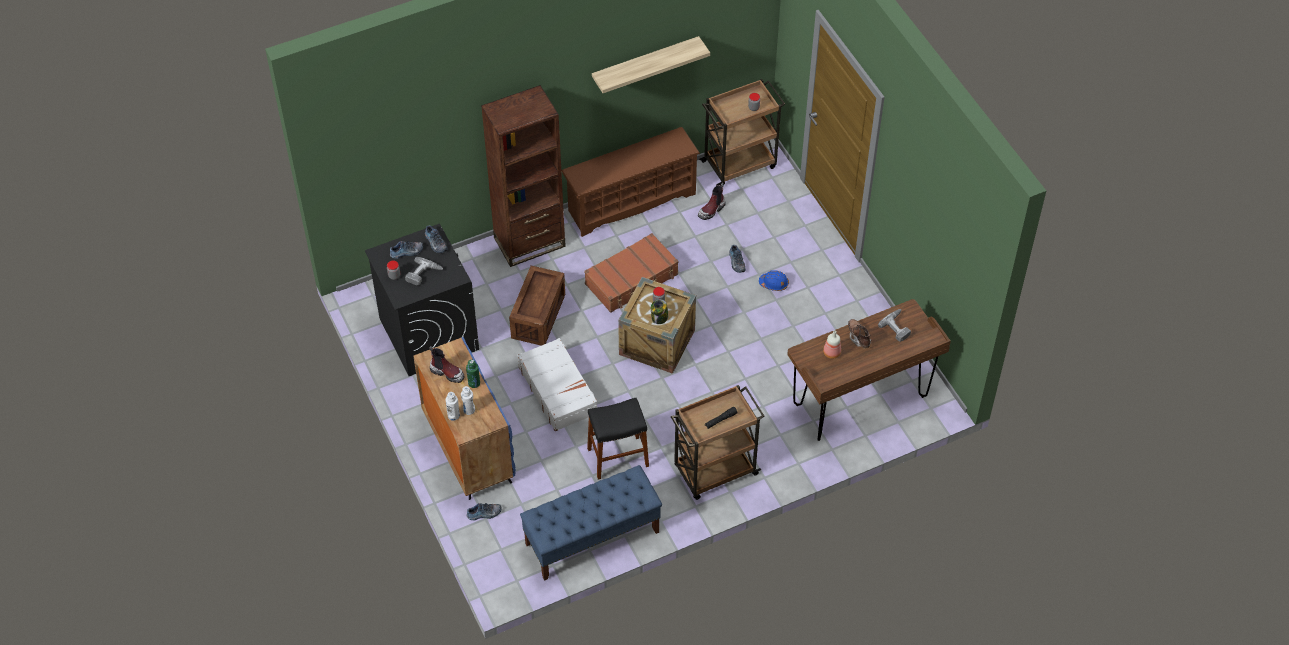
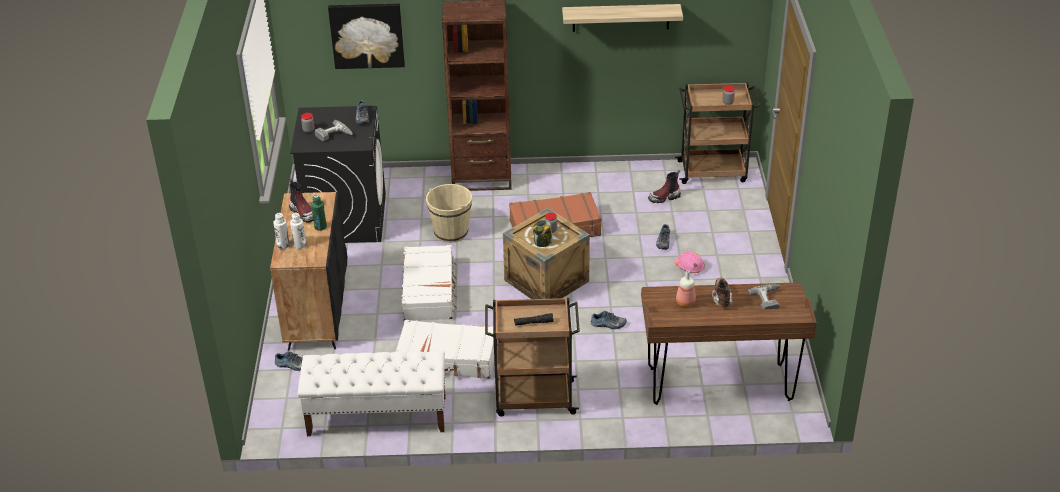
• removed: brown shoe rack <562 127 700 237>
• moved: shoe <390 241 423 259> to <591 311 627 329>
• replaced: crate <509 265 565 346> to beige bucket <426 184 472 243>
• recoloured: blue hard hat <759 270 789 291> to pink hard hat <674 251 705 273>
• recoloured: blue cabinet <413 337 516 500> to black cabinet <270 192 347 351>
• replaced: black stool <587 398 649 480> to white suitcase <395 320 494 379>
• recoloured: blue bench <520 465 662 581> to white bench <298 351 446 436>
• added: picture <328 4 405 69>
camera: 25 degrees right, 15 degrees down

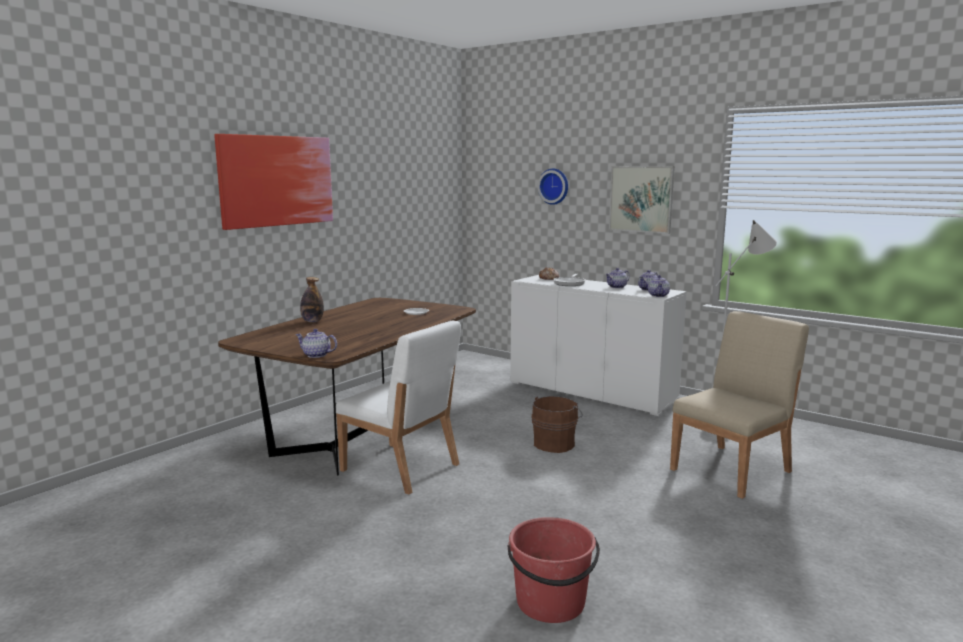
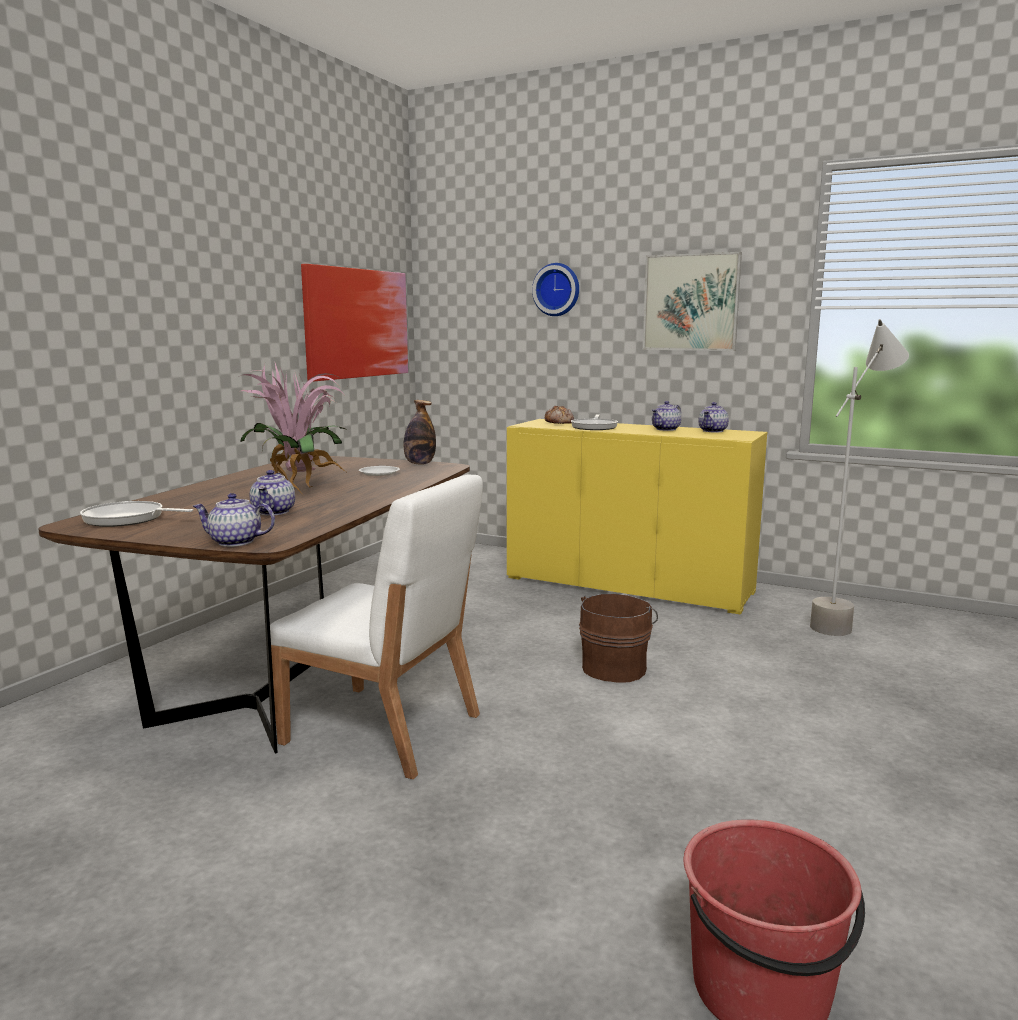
• moved: picture <214 134 333 230> to <301 264 408 382>
• recoloured: white cabinet <510 275 687 416> to yellow cabinet <507 419 767 615>
• moved: teapot <648 275 670 297> to <250 470 295 515>
• moved: bottle <300 277 324 322> to <404 400 436 464>
• removed: beige chair <670 311 809 499>
• added: potted plant <238 363 346 495>
• added: frying pan <80 501 193 527>
camera: 10 degrees left, 0 degrees up

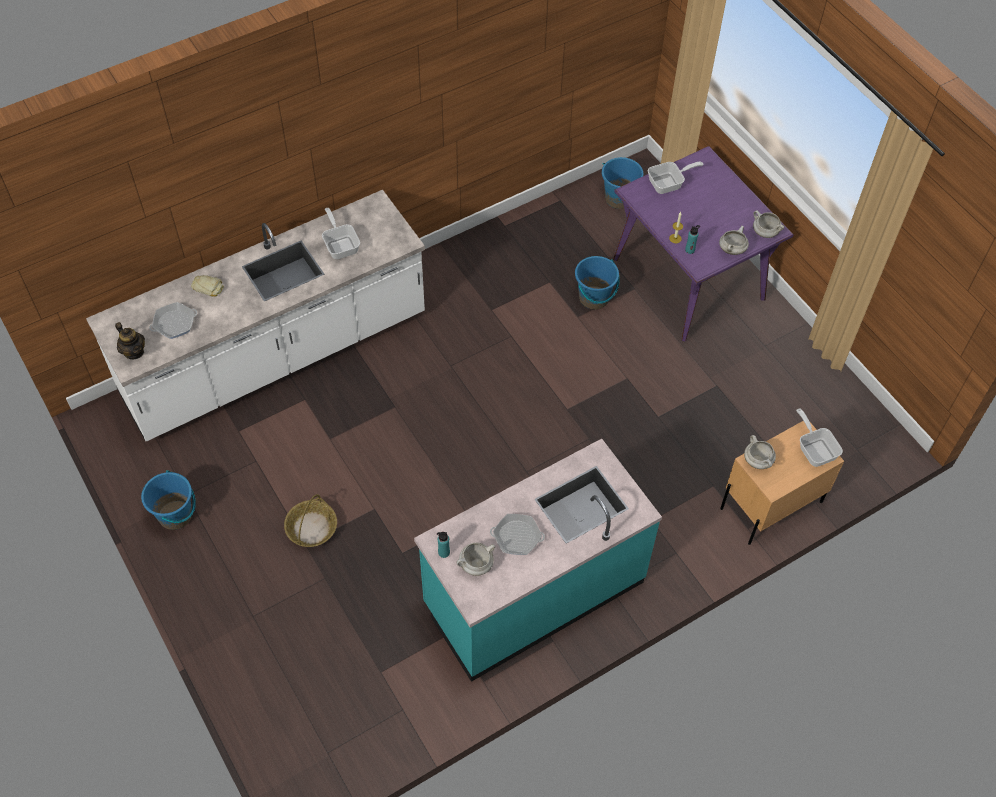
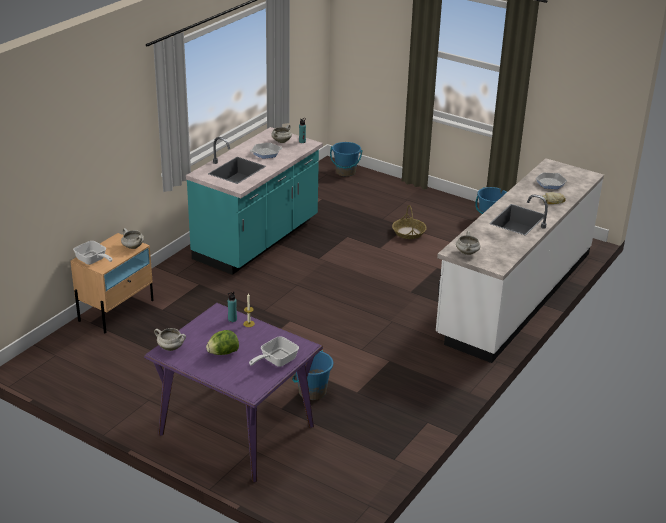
• moved: blue bucket <602 157 643 209> to <330 142 363 177>
• removed: frying pan <322 208 360 259>
• moved: white cooking pot <719 226 749 255> to <456 231 480 255>
• removed: teapot <115 322 145 359>
• added: lettuce <206 330 239 355>
camera: 155 degrees right, 25 degrees down

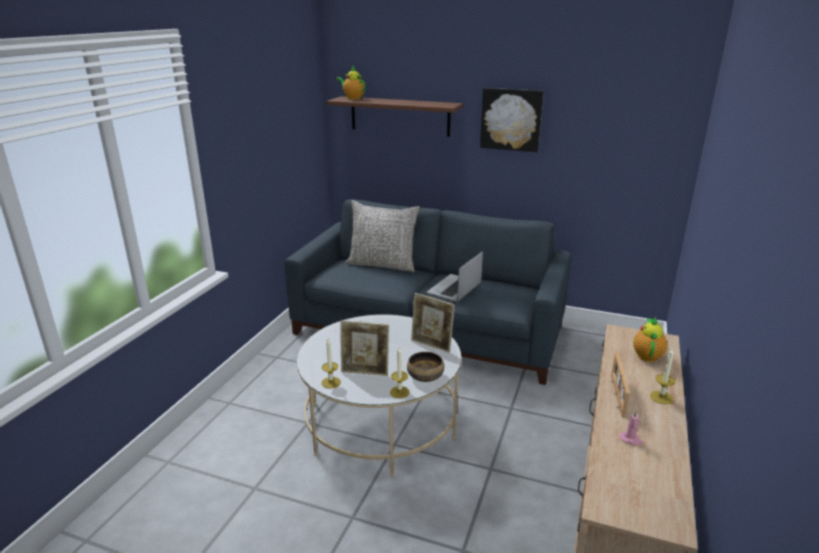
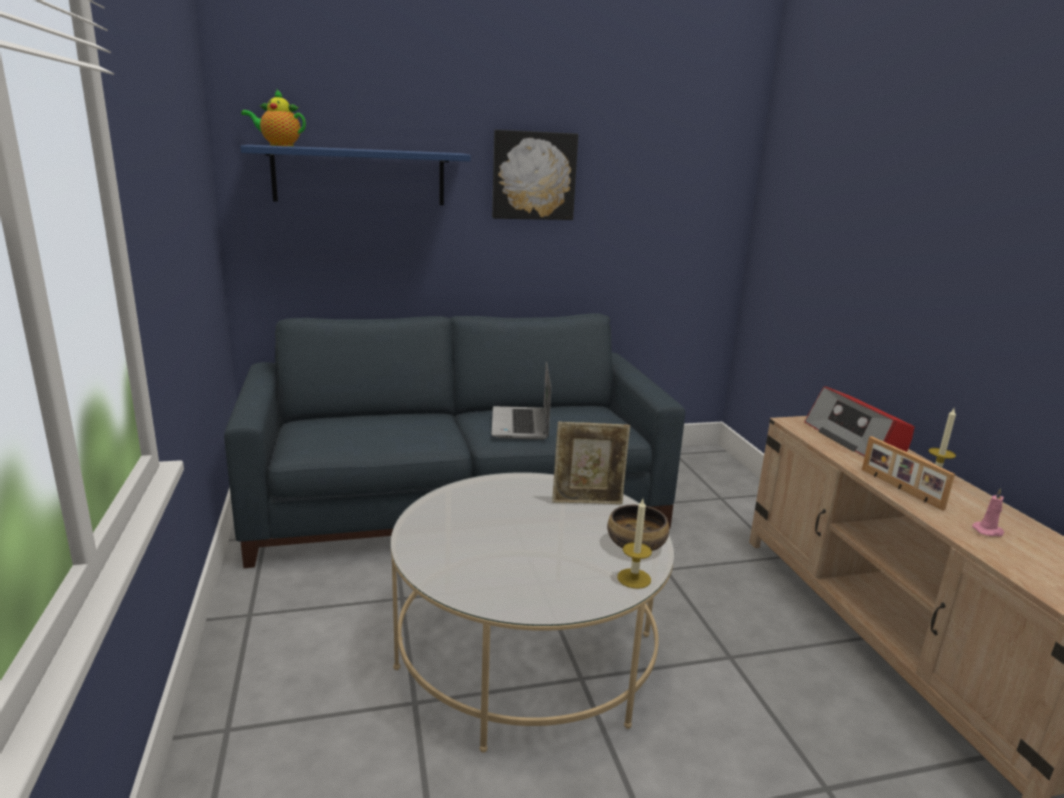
• recoloured: brown shelf <327 96 463 137> to blue shelf <240 145 471 205>
• removed: grey pillow <345 200 420 272>
• replaced: teapot <633 317 667 362> to radio <805 386 914 457>
• removed: picture frame <340 320 389 376>
• removed: candle <321 339 341 389>
camera: 35 degrees left, 5 degrees down

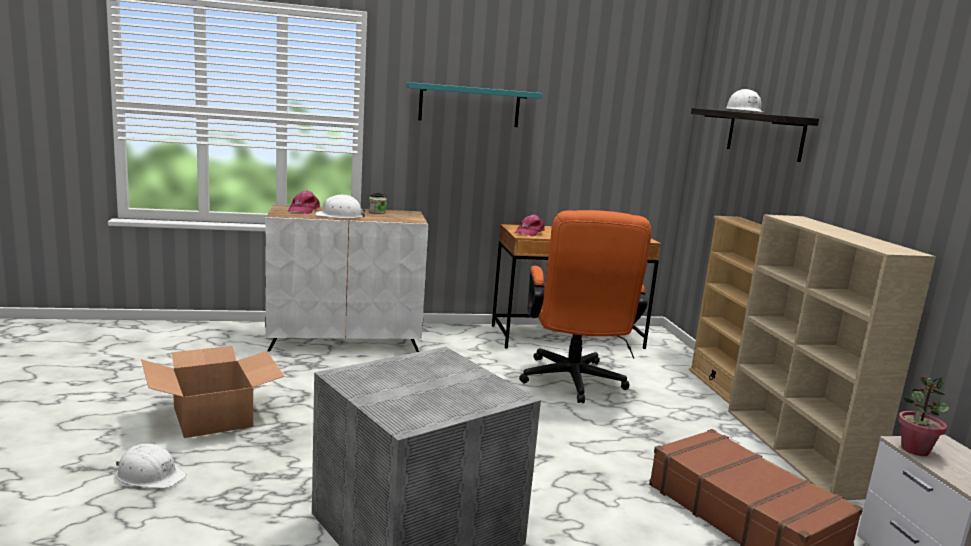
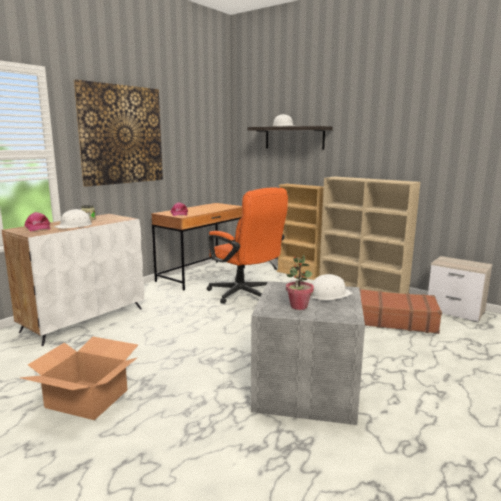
• replaced: turquoise shelf <406 82 543 127> to picture <74 79 163 187>
• moved: potted plant <898 376 949 456> to <286 255 314 310>
• moved: white hard hat <116 444 187 489> to <310 274 353 300>
camera: 40 degrees left, 0 degrees up

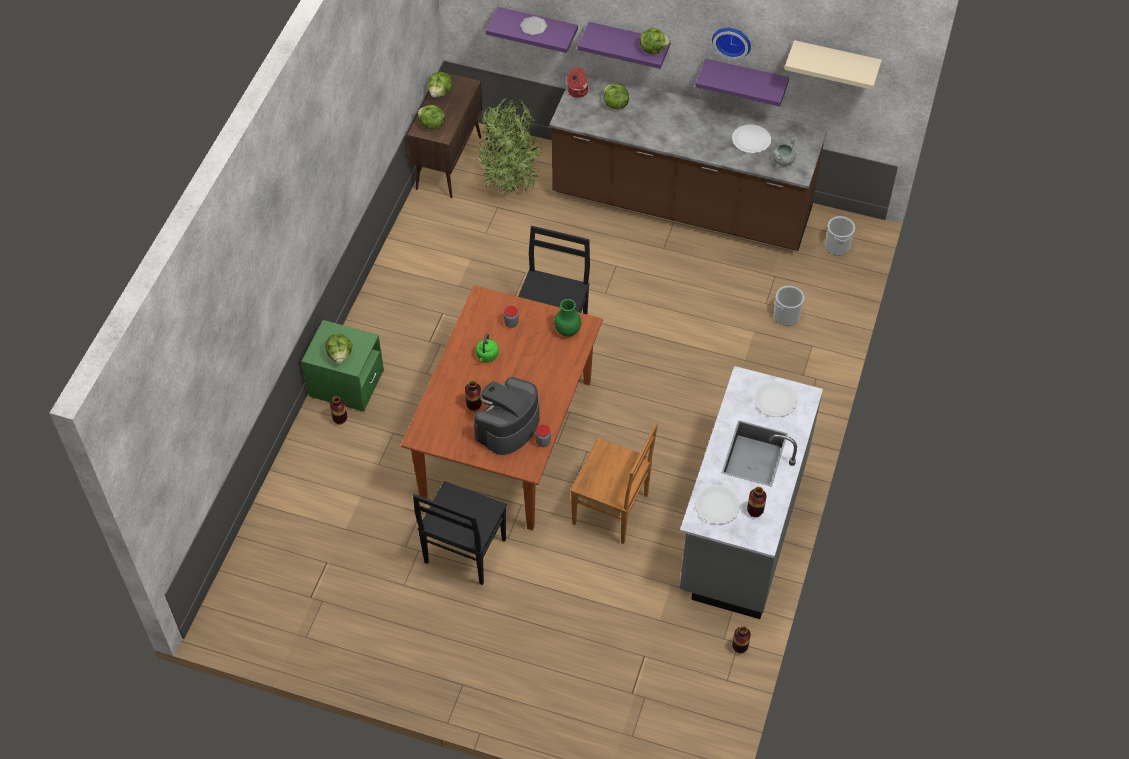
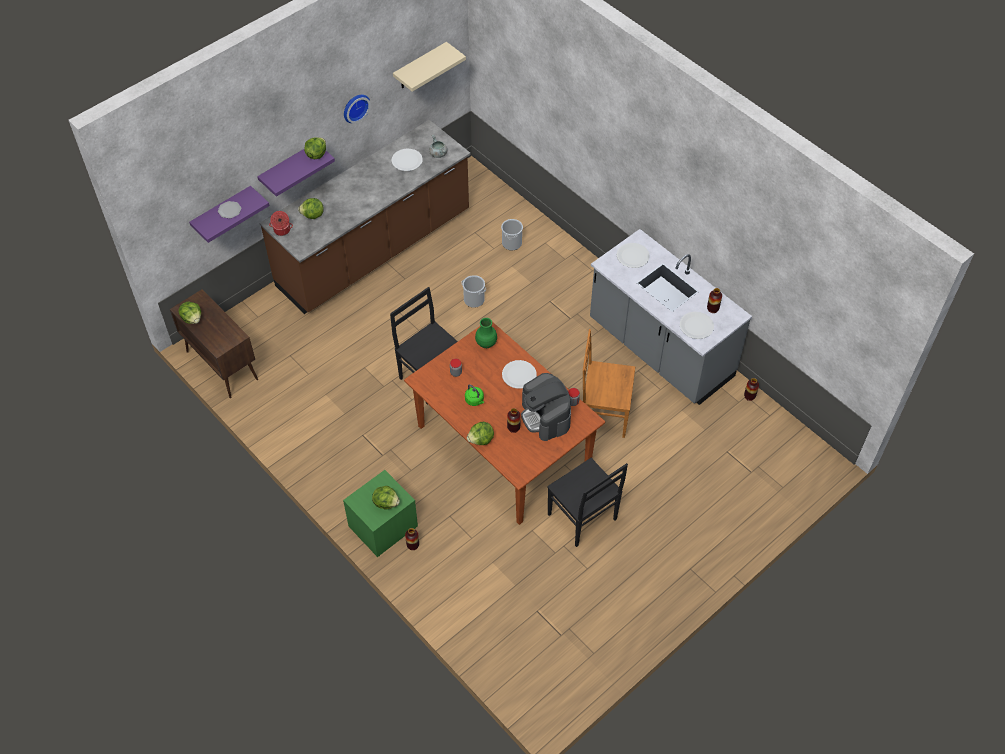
• removed: purple shelf <695 58 789 107>
• removed: potted plant <476 98 542 195>
• moved: lettuce <418 105 445 129> to <467 422 494 445>
• moved: bucket <825 216 855 256> to <462 275 486 308>
• turned: brown chair <570 422 658 544> = <583 329 635 438> 135 degrees counterclockwise
• added: white plate <502 360 537 389>
camera: 60 degrees left, 0 degrees up

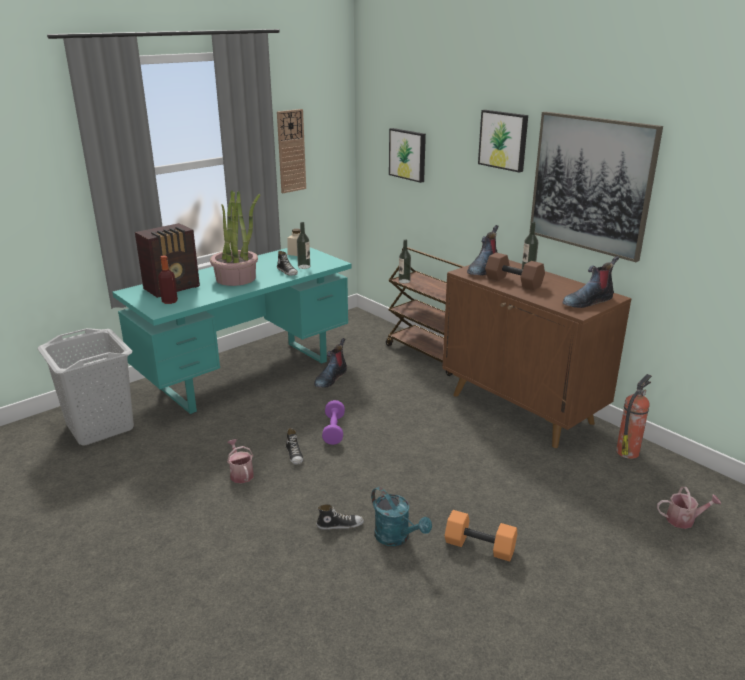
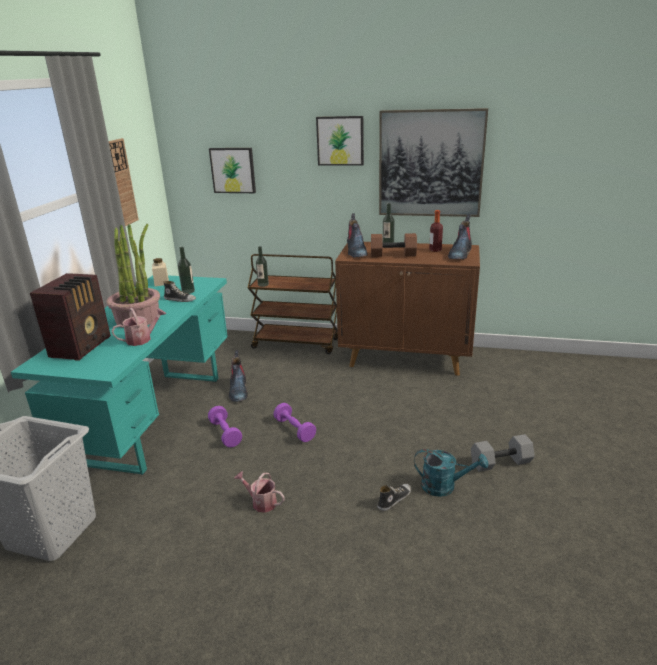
• moved: bottle <158 255 178 304> to <429 210 443 252>
• removed: fire extinguisher <616 374 652 459>
• removed: shoe <286 428 303 465>
• moved: watering can <657 487 721 529> to <112 308 166 346>
• recoloured: orange dumbbell <445 510 517 562> to grey dumbbell <471 434 535 472>
• added: purple dumbbell <208 406 242 447>
camera: 35 degrees left, 0 degrees up

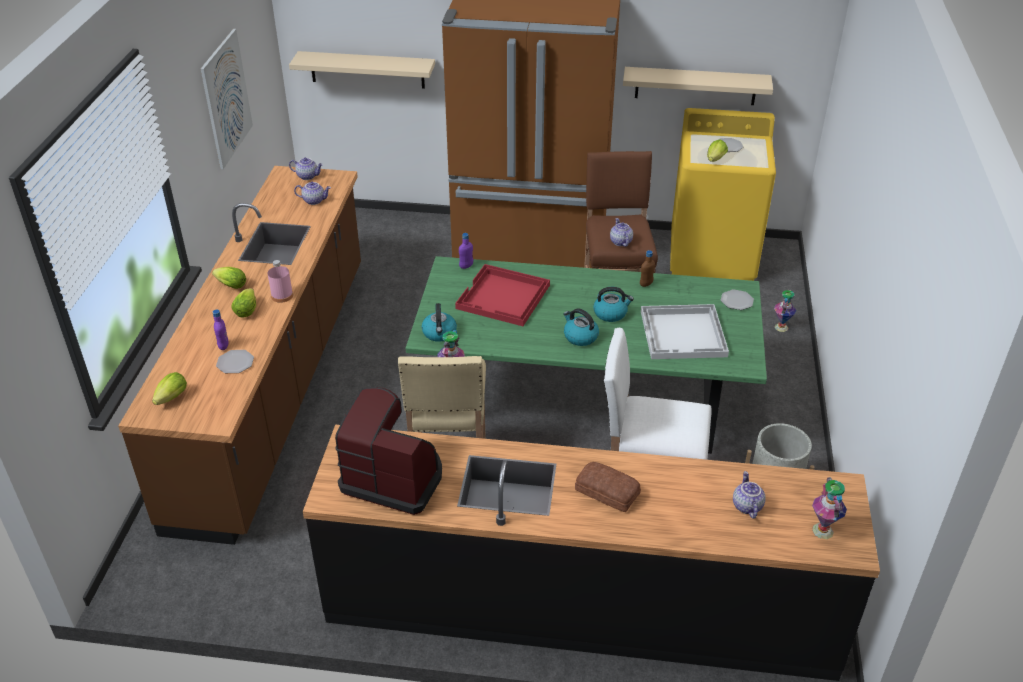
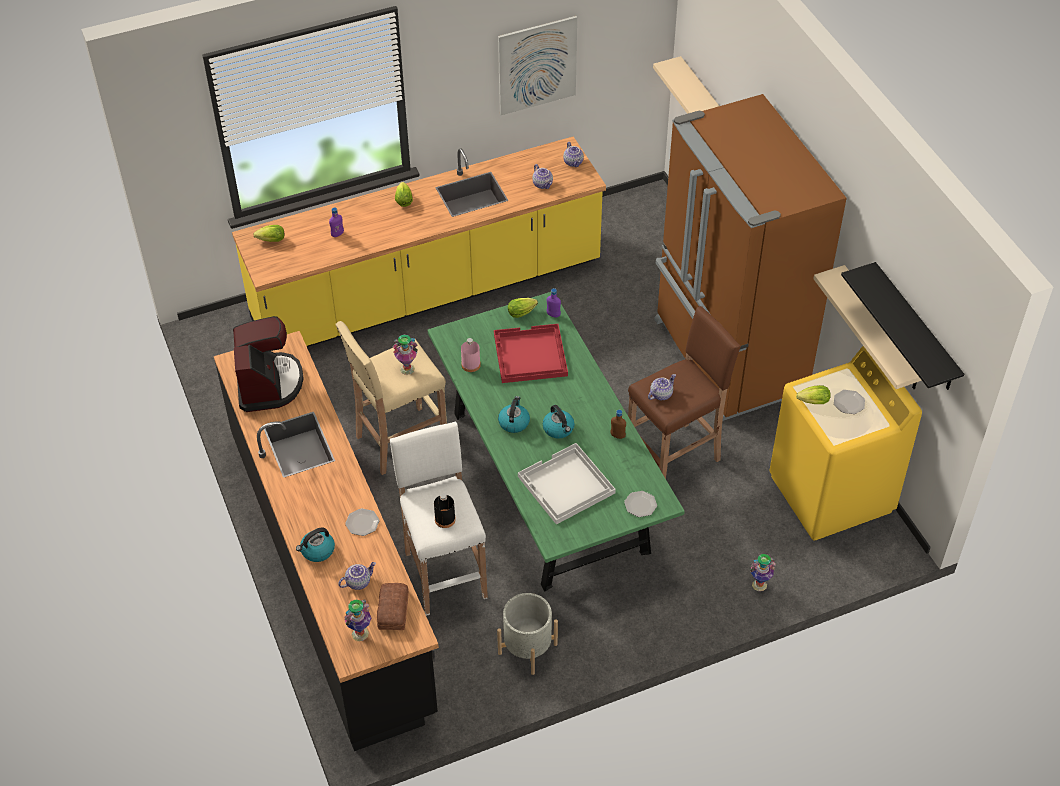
• recoloured: brown counter <118 166 361 545> to yellow counter <232 137 606 347>
• moved: pink bottle <267 260 293 303> to <461 338 481 372>
• moved: lettuce <231 288 256 318> to <508 298 538 318>
• moved: kettle <422 303 457 342> to <296 528 335 562>
• moved: plate <216 350 254 373> to <345 508 379 536>
• moved: bread <575 462 641 512> to <377 583 409 630>
• added: black shelf <841 262 964 390>
• added: black bottle <434 493 456 528>
camera: 60 degrees right, 10 degrees up

